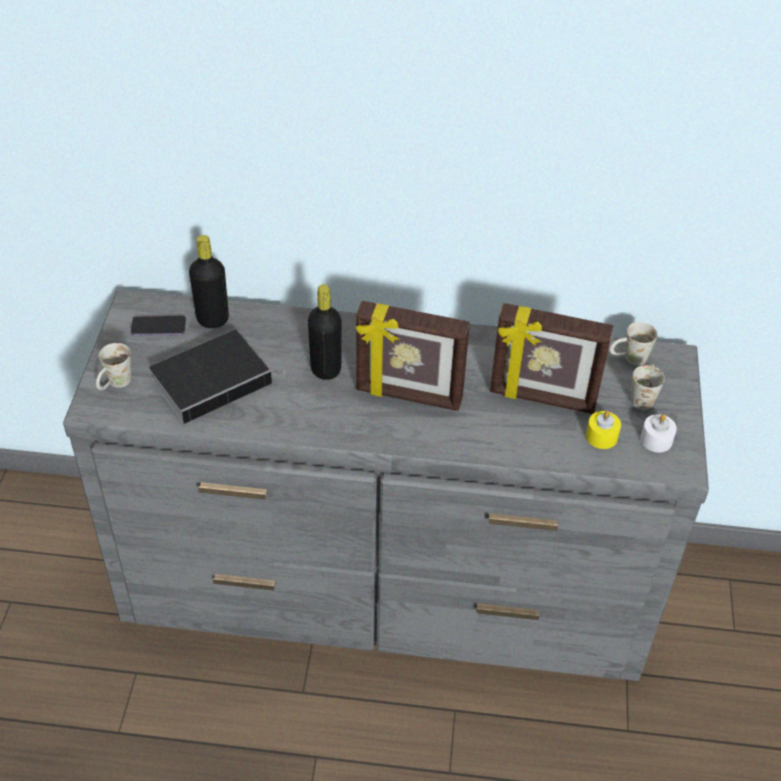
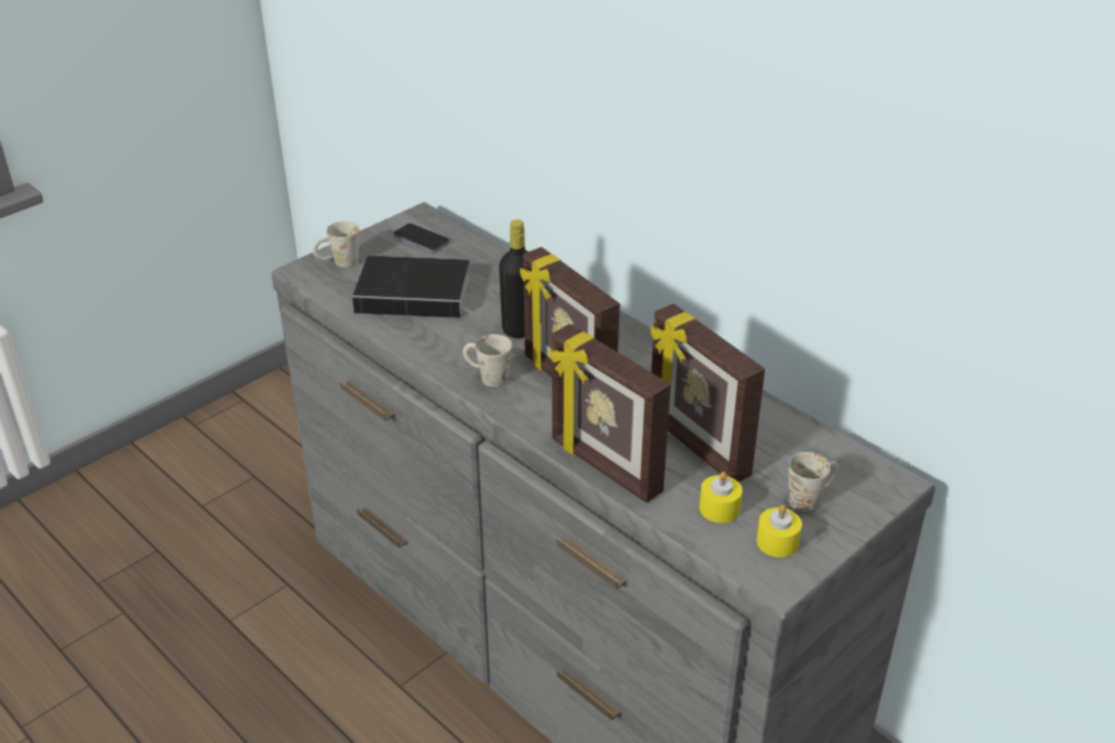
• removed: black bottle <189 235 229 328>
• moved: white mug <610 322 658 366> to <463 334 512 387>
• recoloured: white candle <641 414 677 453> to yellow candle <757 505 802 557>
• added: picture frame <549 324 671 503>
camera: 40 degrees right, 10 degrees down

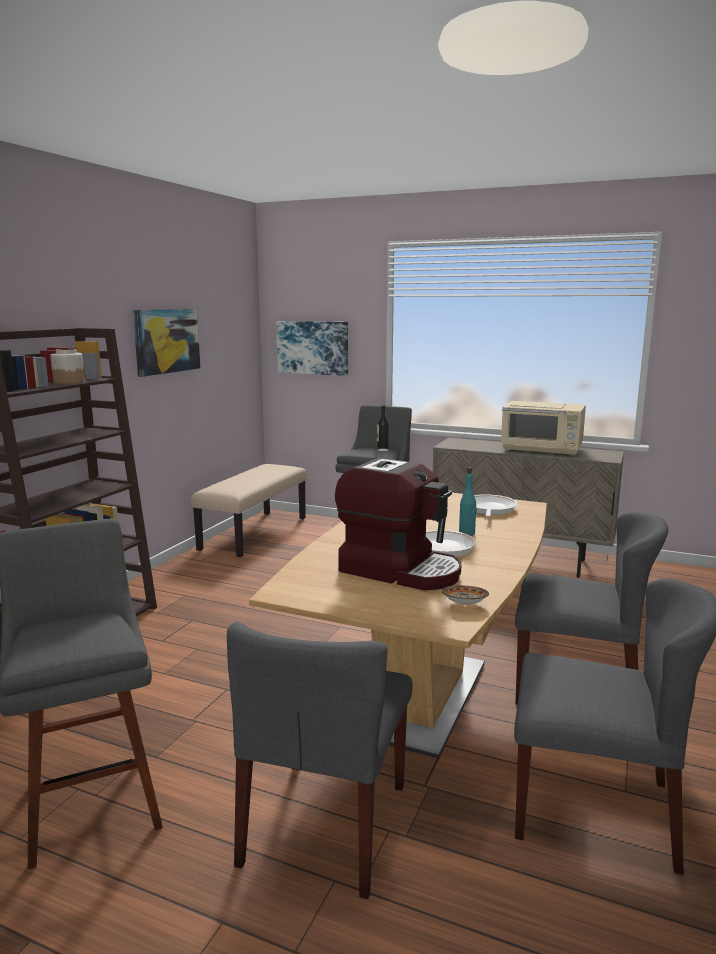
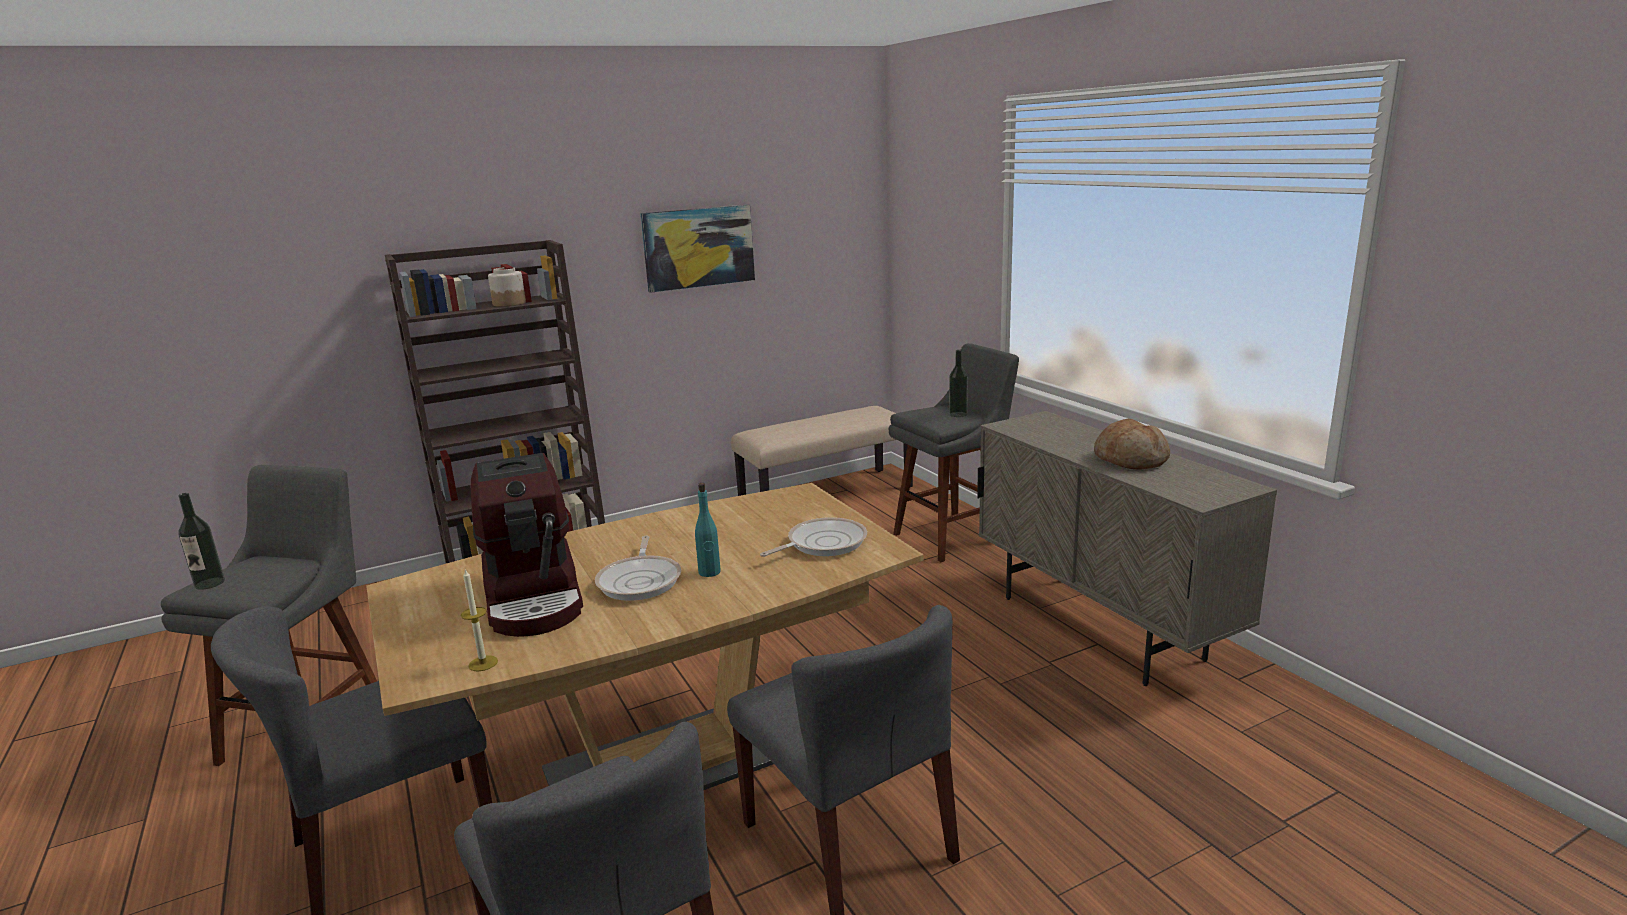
• removed: picture <276 321 348 376>
• replaced: beige microwave <501 401 586 456> to bread <1094 418 1170 470>
• replaced: bowl <442 585 489 605> to candle <461 569 498 671>
• added: bottle <178 493 225 590>
camera: 40 degrees right, 5 degrees up

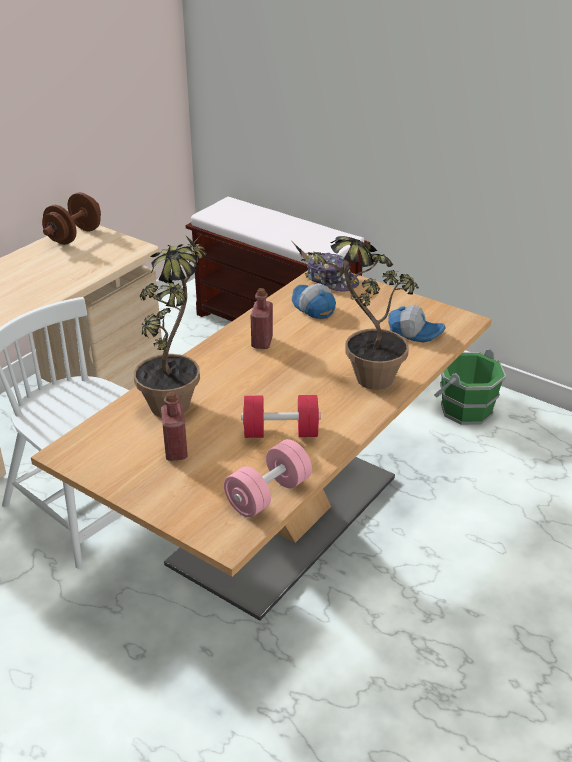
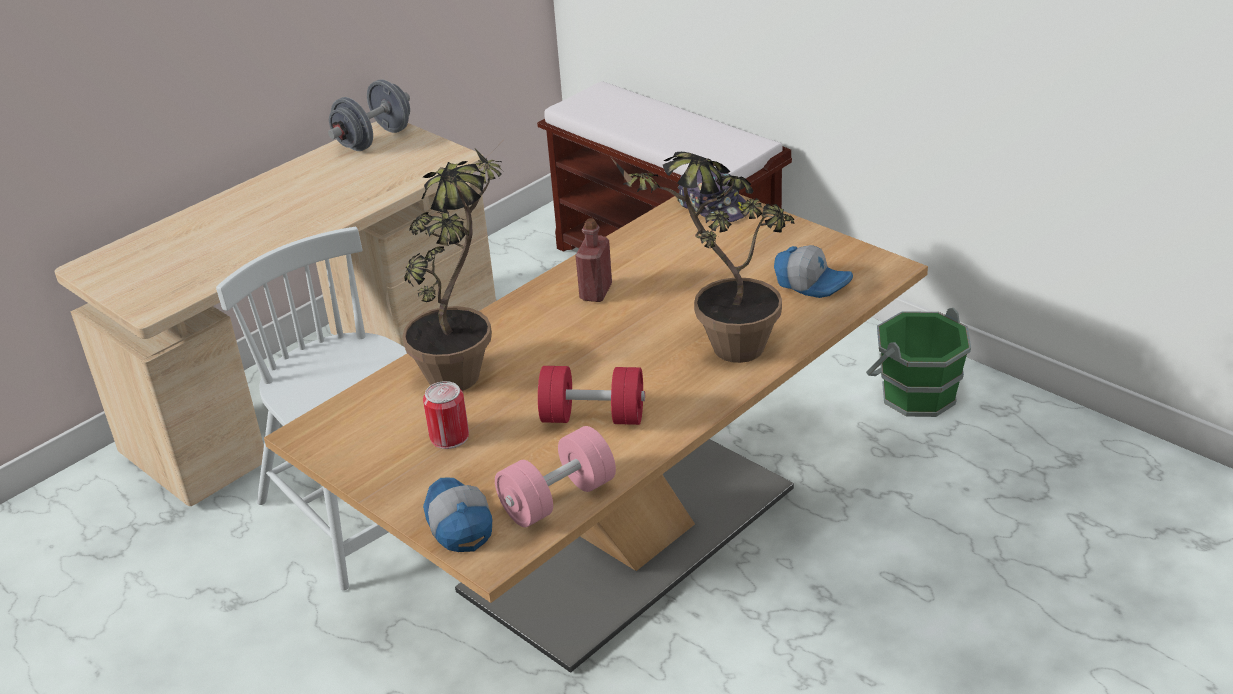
• recoloured: brown dumbbell <42 192 101 245> to grey dumbbell <328 79 410 151>
• moved: cap <292 284 336 319> to <423 477 492 552>
• replaced: red bottle <161 392 188 461> to can <423 381 469 449>
camera: 10 degrees right, 0 degrees up

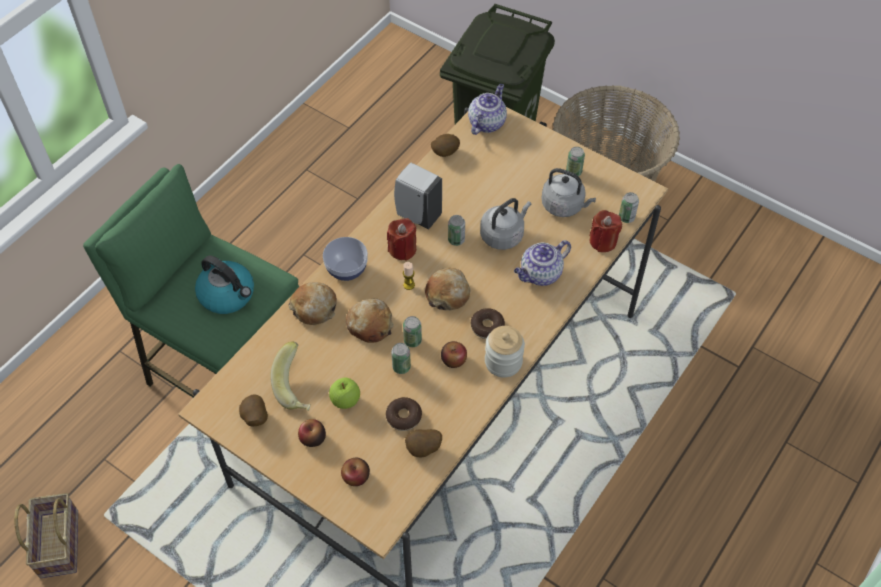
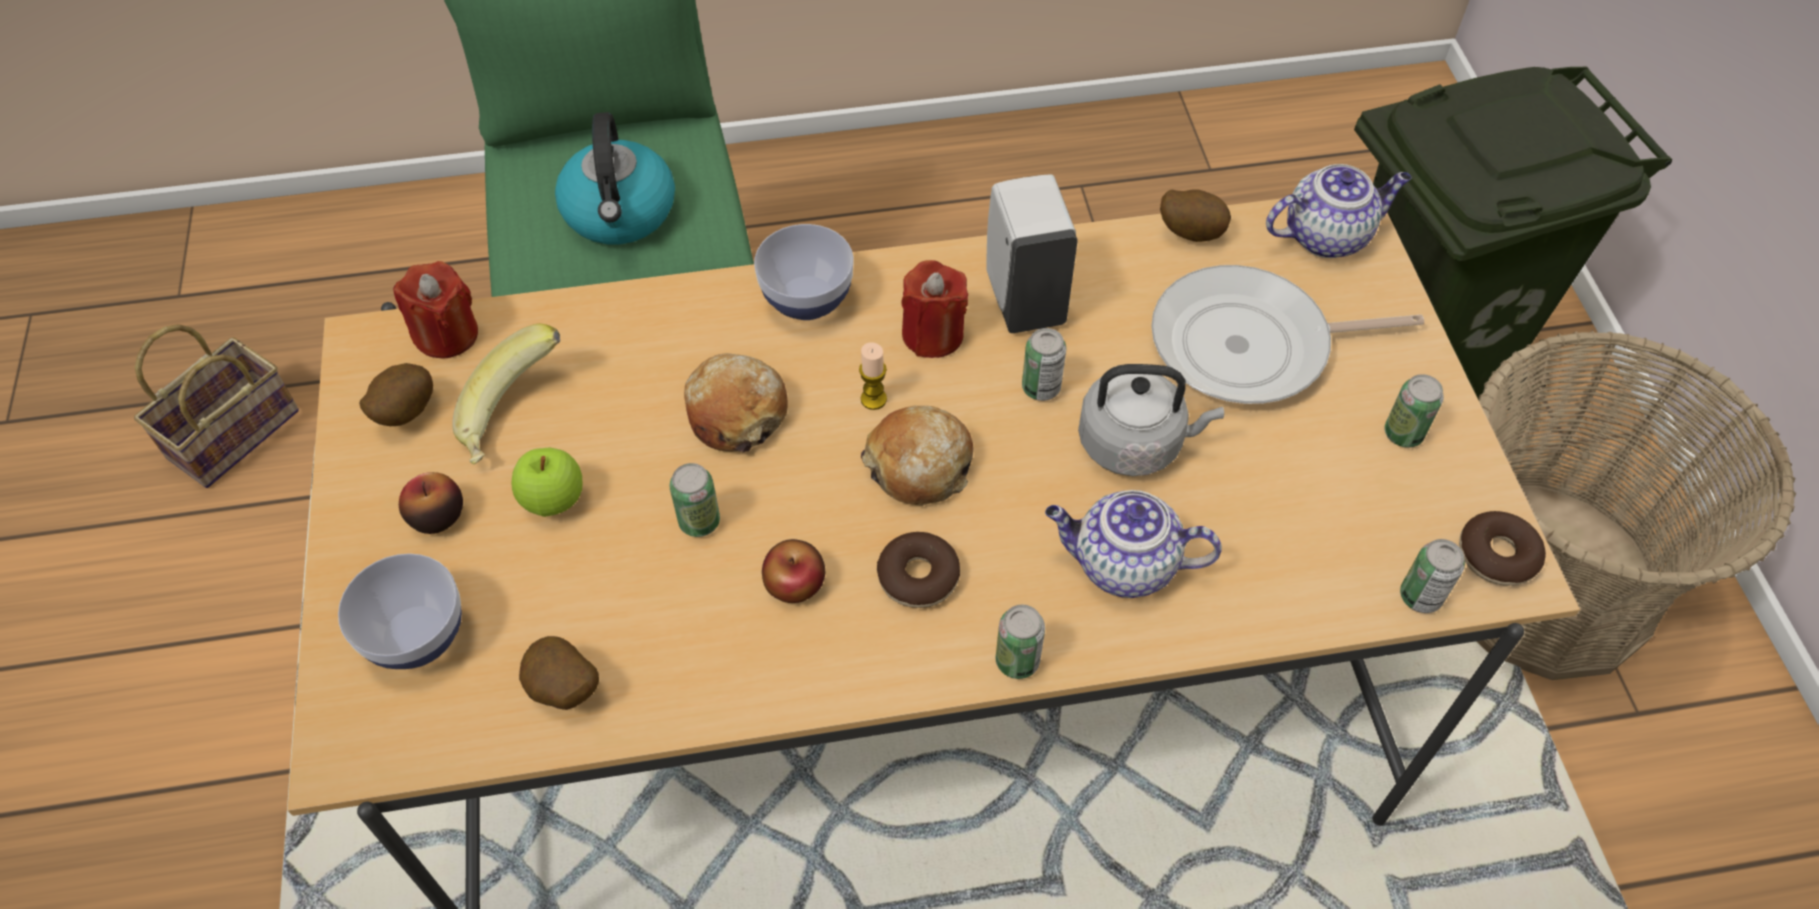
• removed: grey kettle <541 168 596 217>
• moved: red candle <589 210 622 252> to <393 261 478 358>
• removed: bread <288 282 337 325>
• moved: can <403 316 422 347> to <996 605 1045 679>
• removed: jar <485 326 525 378>
• moved: donut <386 397 422 431> to <1459 511 1546 586>
• replaced: apple <341 458 370 486> to bowl <338 553 462 669>
• added: frying pan <1151 265 1424 404>
camera: 45 degrees right, 0 degrees up

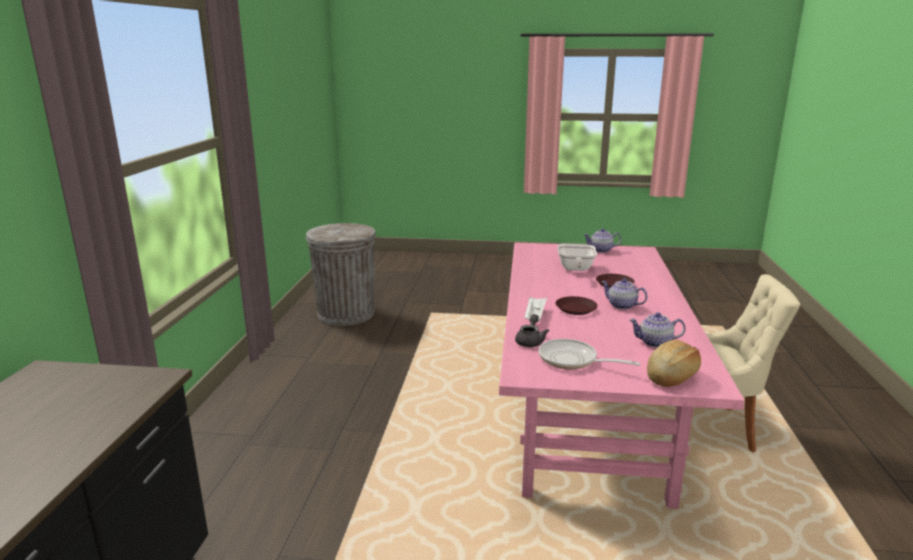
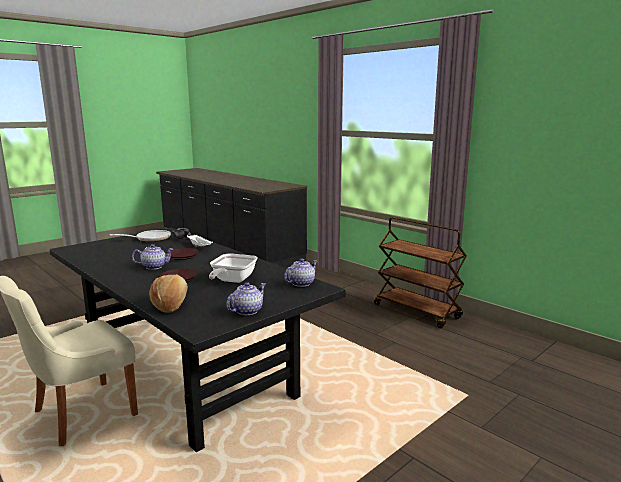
• removed: grey trash can <306 223 376 326>
• recoloured: pink dining table <499 242 745 509> to black dining table <49 228 346 452>
• turned: frying pan <557 244 597 271> = <209 254 258 283> 120 degrees counterclockwise
• moved: teapot <629 312 686 348> to <284 259 317 287>
• moved: bread <647 339 701 387> to <149 274 188 313>
• added: brown cart <374 217 467 328>
camera: 130 degrees right, 5 degrees down

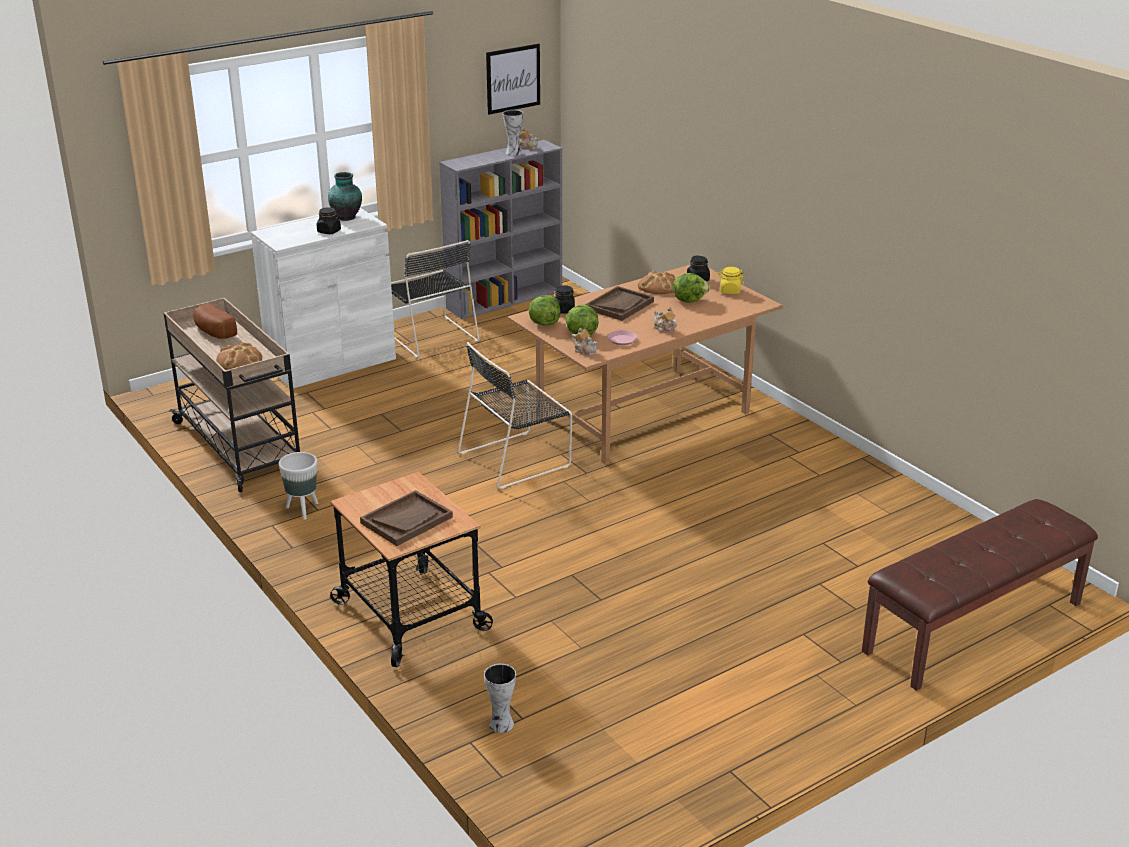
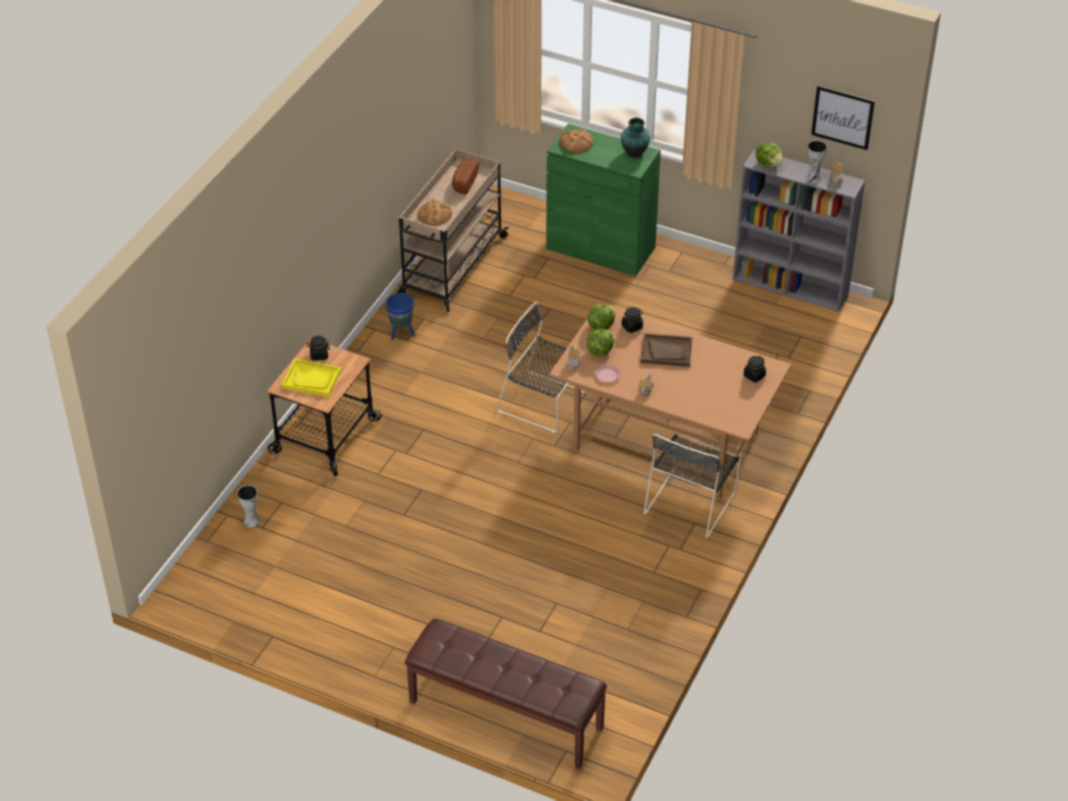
• moved: black jar <317 207 341 234> to <307 336 330 360>
• recoloured: white cabinet <251 208 396 389> to green cabinet <546 123 661 276>
• moved: black chair <391 240 479 358> to <644 433 741 538>
• removed: yellow jar <718 267 744 294>
• moved: bread <638 271 675 294> to <560 129 593 152>
• moved: lettuce <673 273 710 303> to <756 142 782 167>
• recoloured: white planter <278 452 318 520> to blue planter <386 293 415 340>
• recoloured: brown tray <360 490 453 546> to yellow tray <281 359 341 397>
camera: 60 degrees right, 15 degrees up

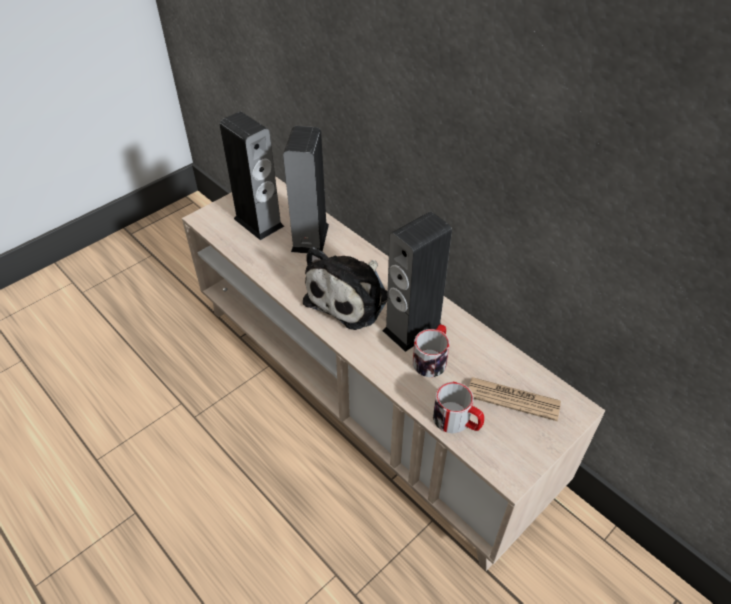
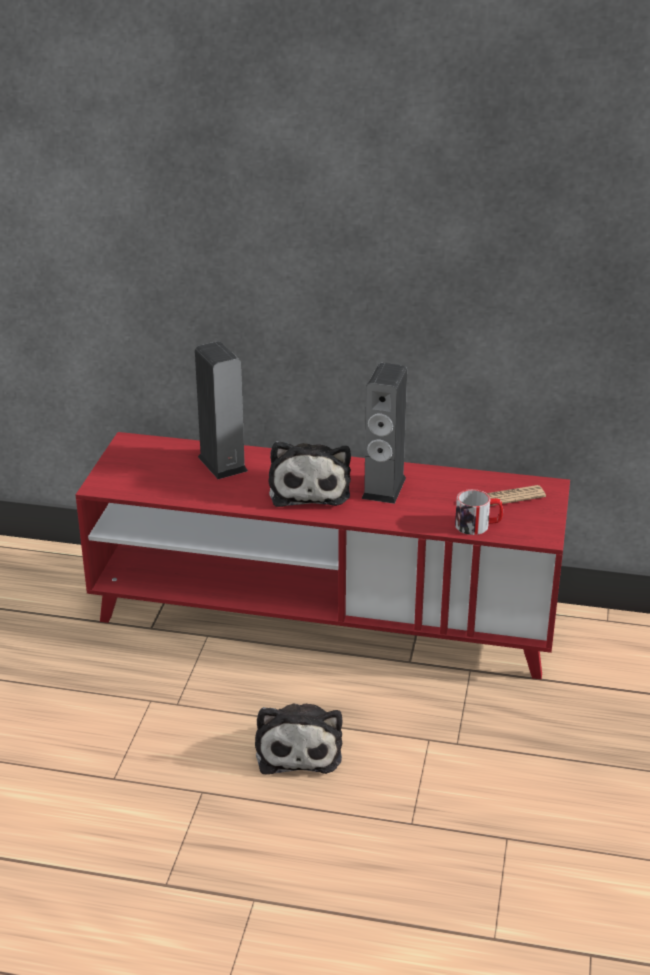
• removed: speaker <220 112 284 240>
• recoloured: beige tv stand <182 176 605 571> to red tv stand <76 432 570 679>
• removed: mug <413 324 450 377>
• added: plush toy <255 704 342 775>
camera: 35 degrees left, 15 degrees down

